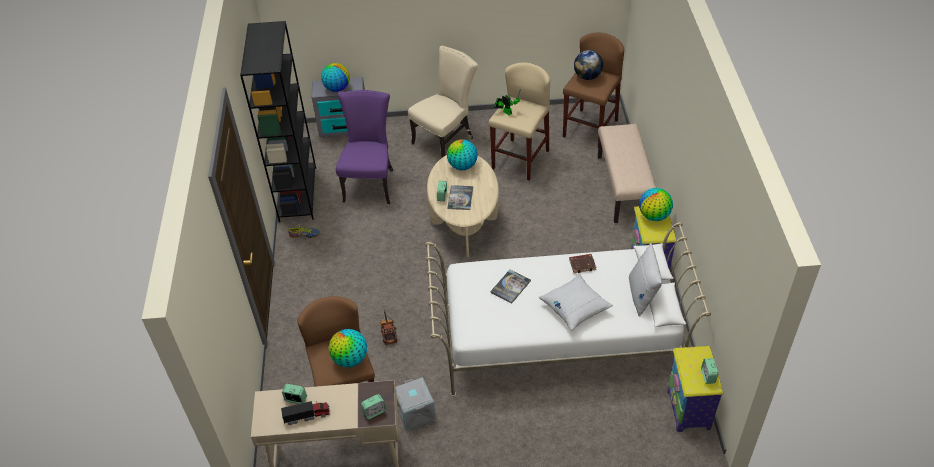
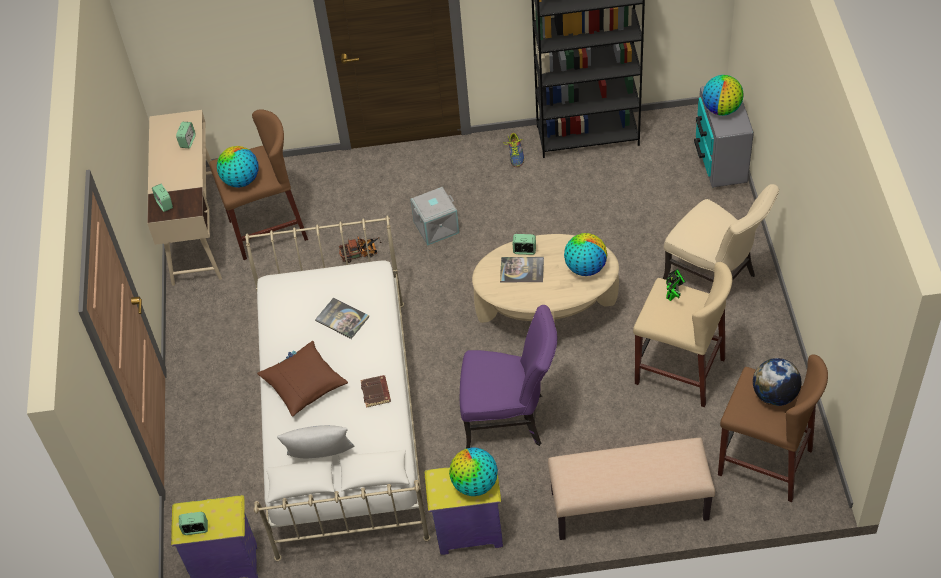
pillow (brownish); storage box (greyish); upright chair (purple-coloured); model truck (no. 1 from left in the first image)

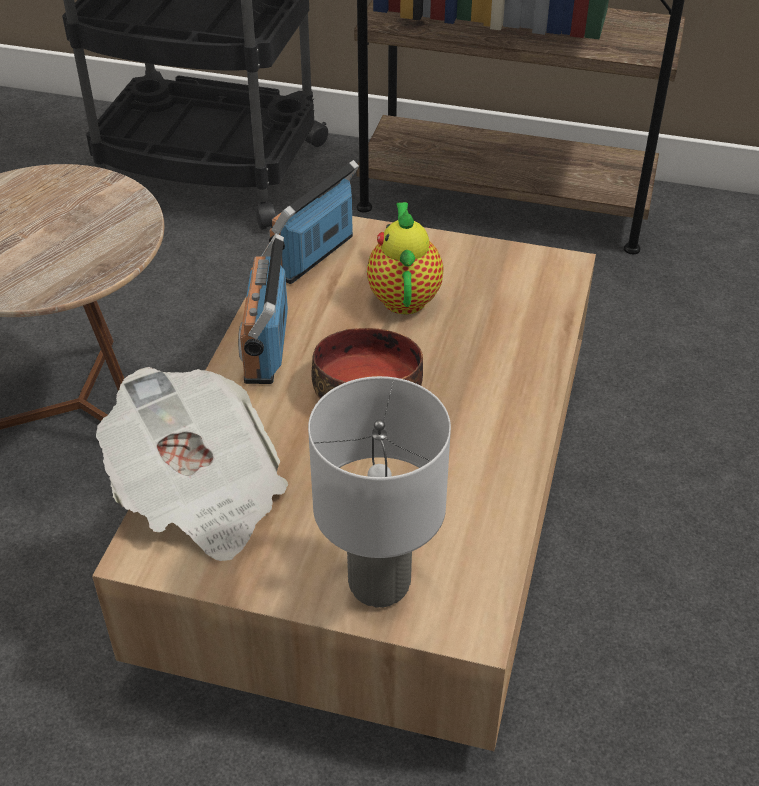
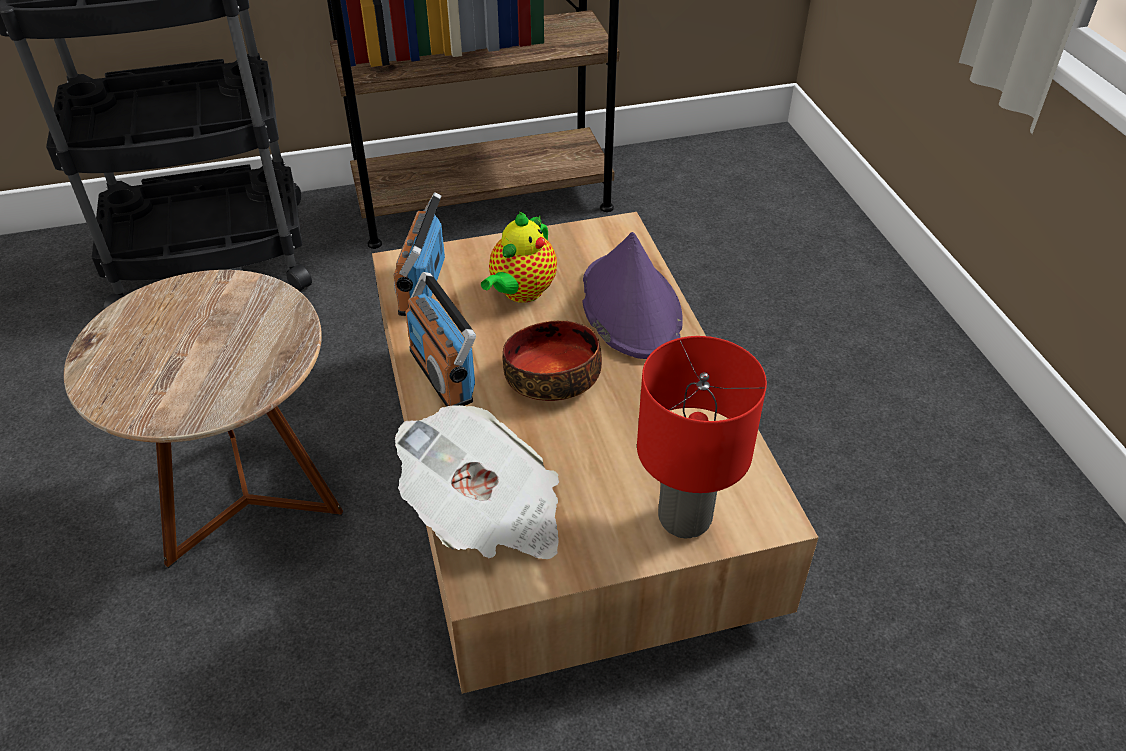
pot for tea; clothing hat (purple-coloured); lamp for a table (reddish)

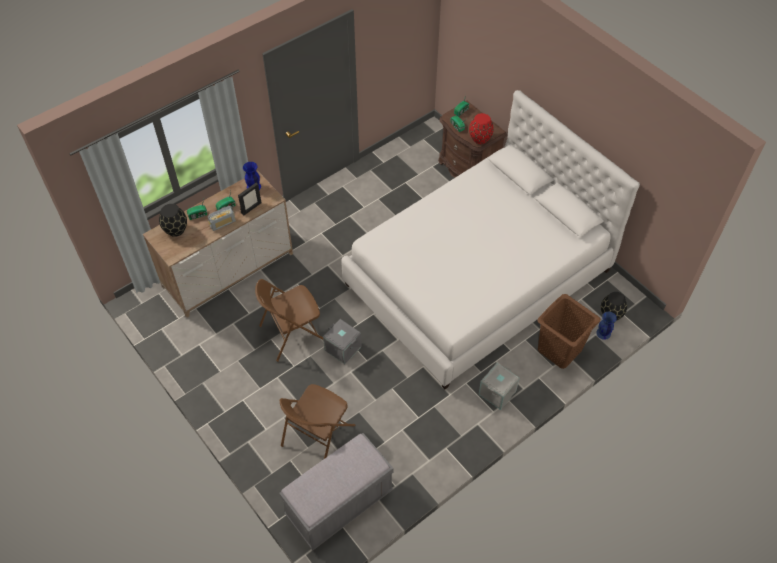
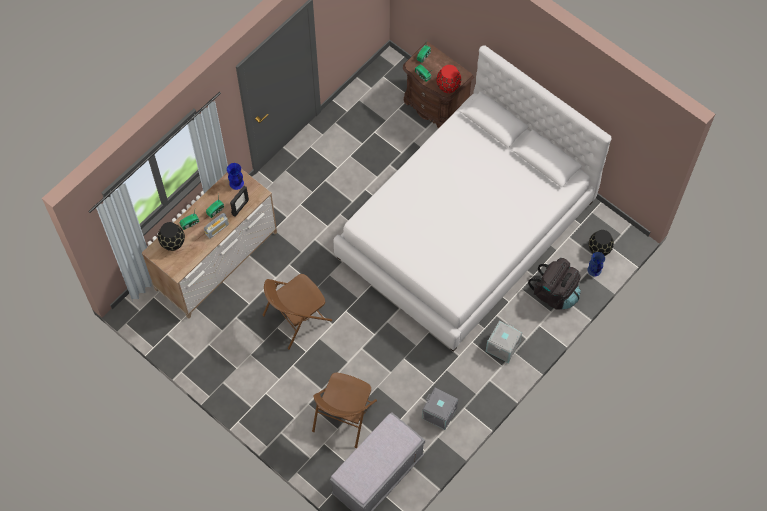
storage box (greyish) (no. 1 from left); backpack (black)

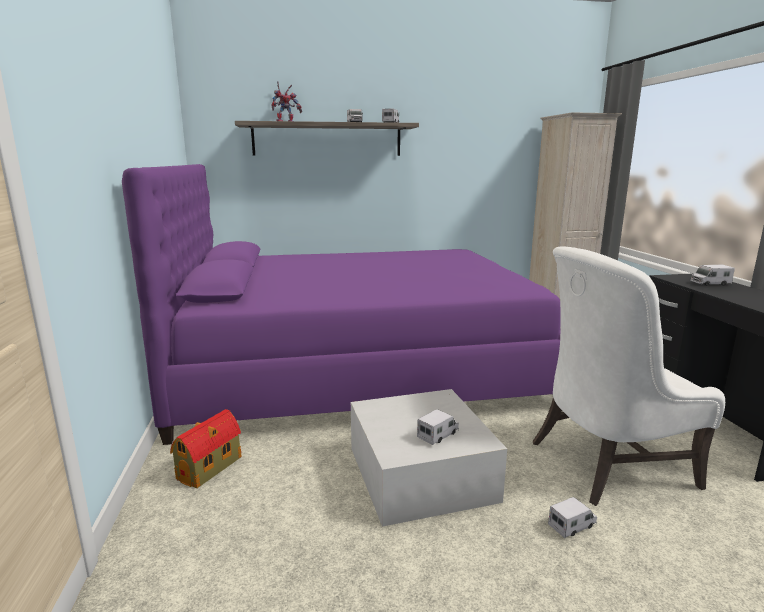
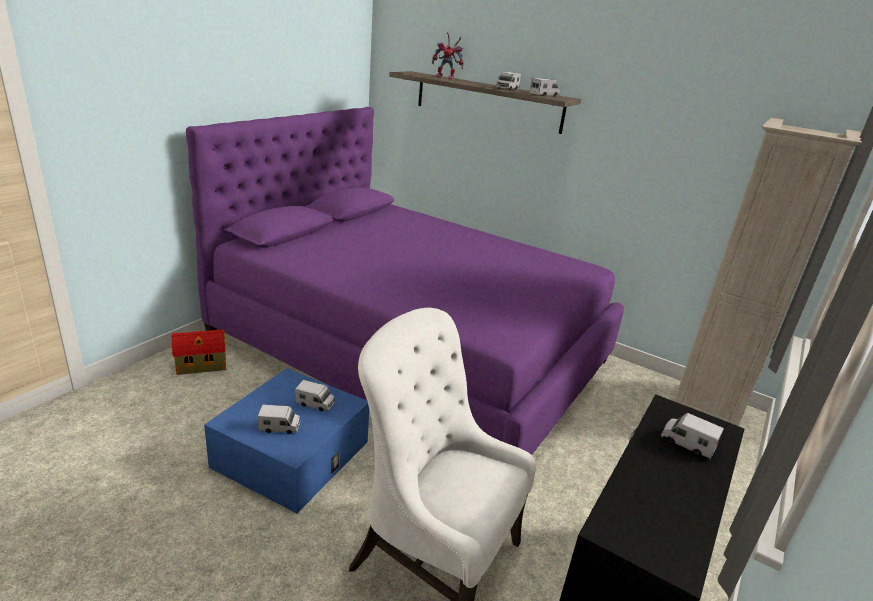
storage box (blue-coloured); model truck (no. 2 from left)

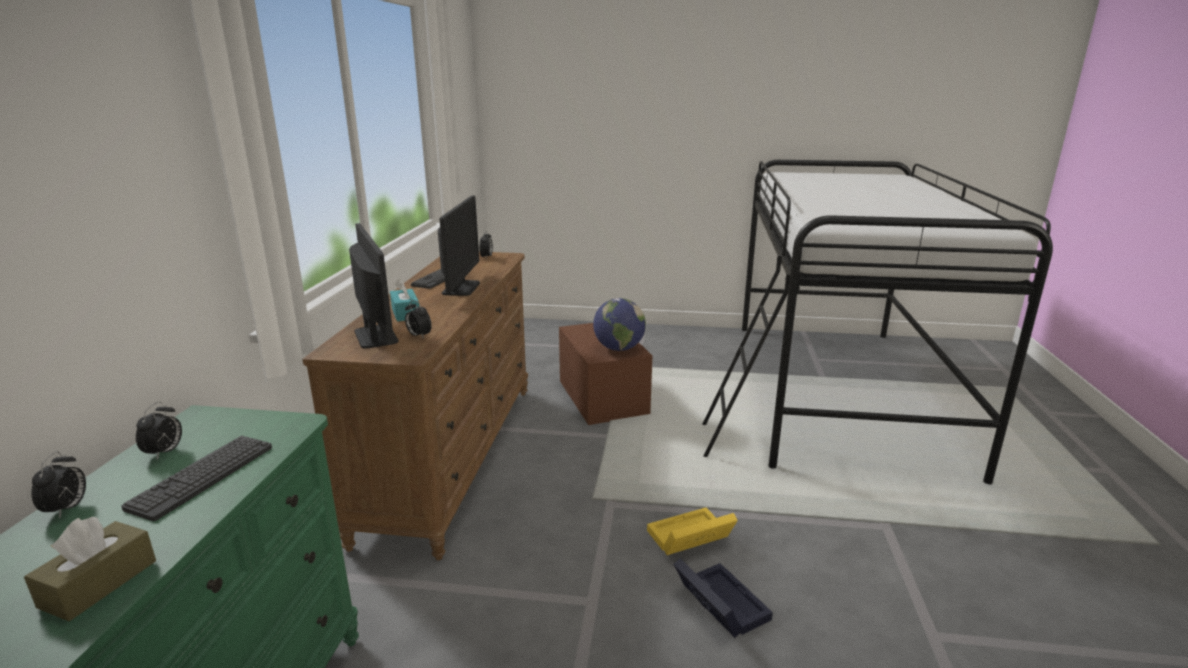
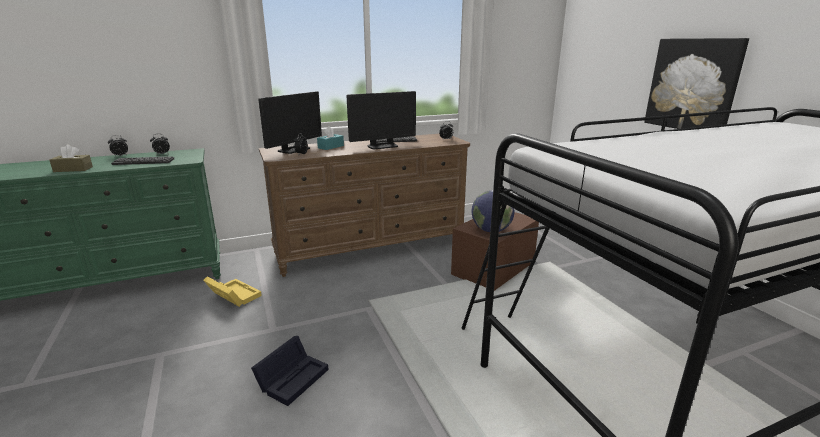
storage box (yellow); wall art

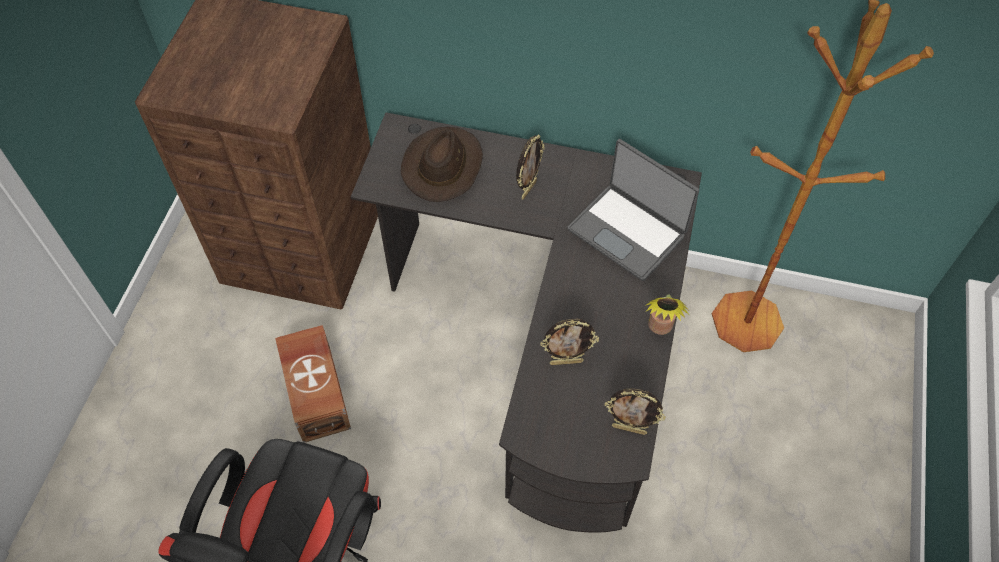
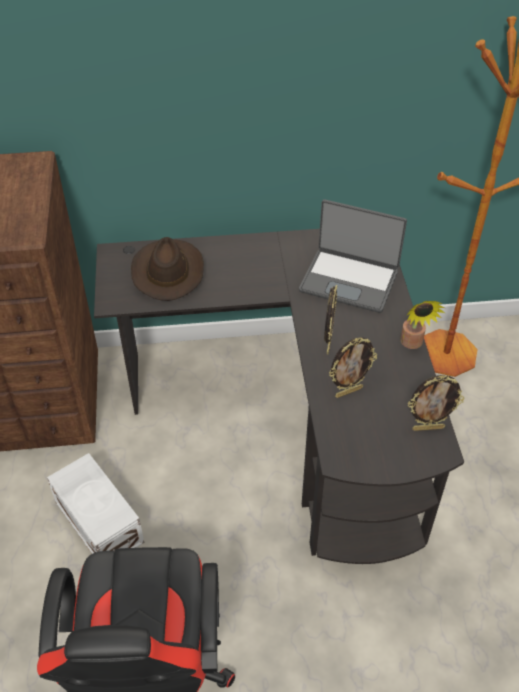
storage box (white); picture frame (no. 1 from left)

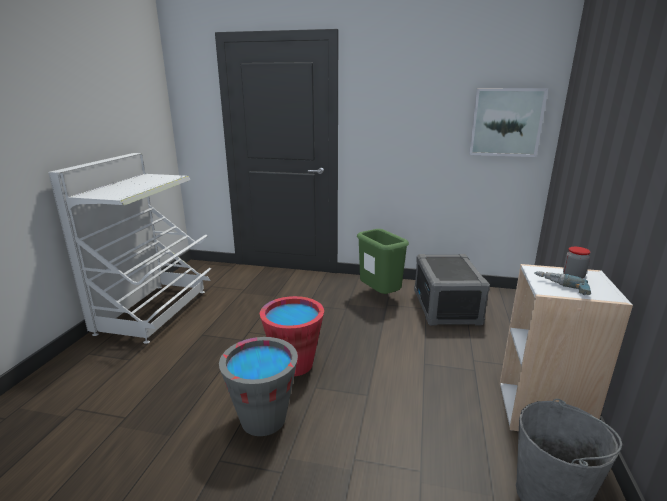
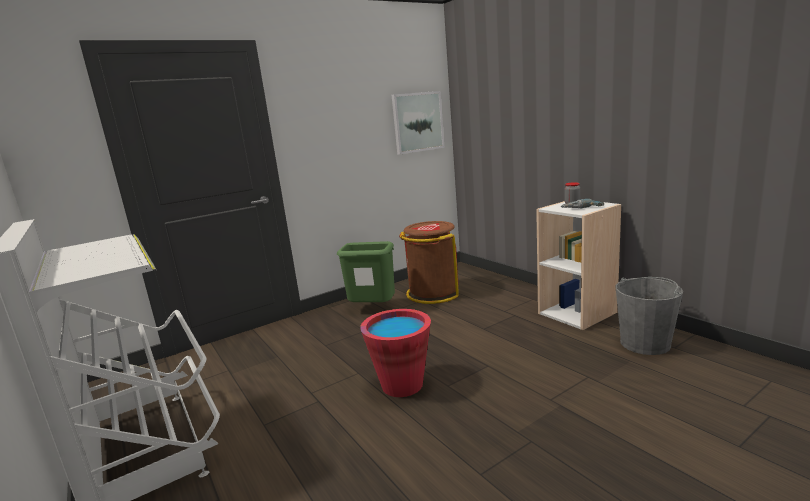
trash can (brownish); pail (greyish) (no. 1 from left in the first image)

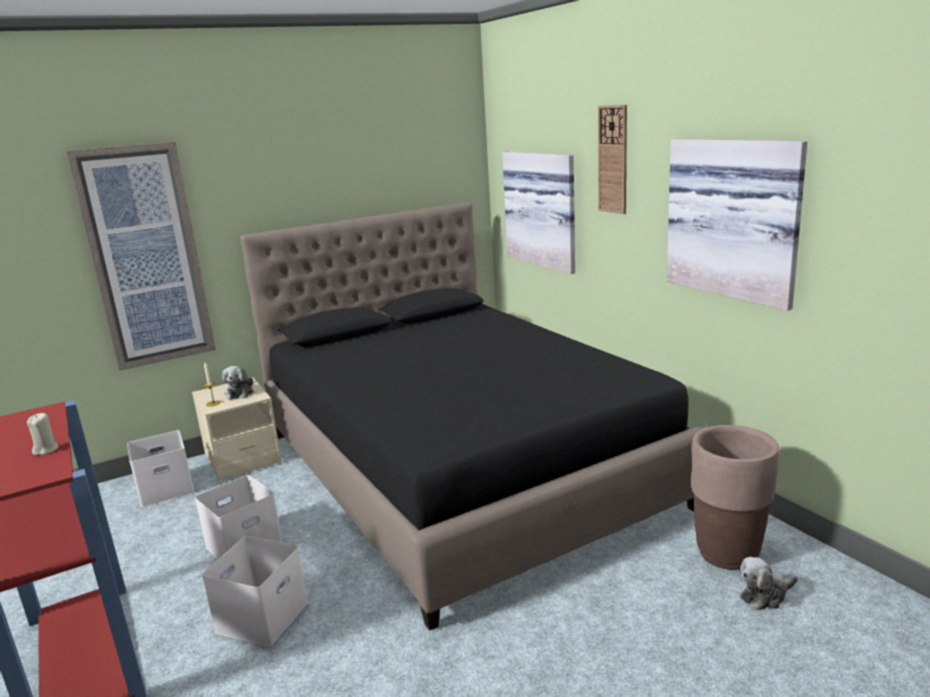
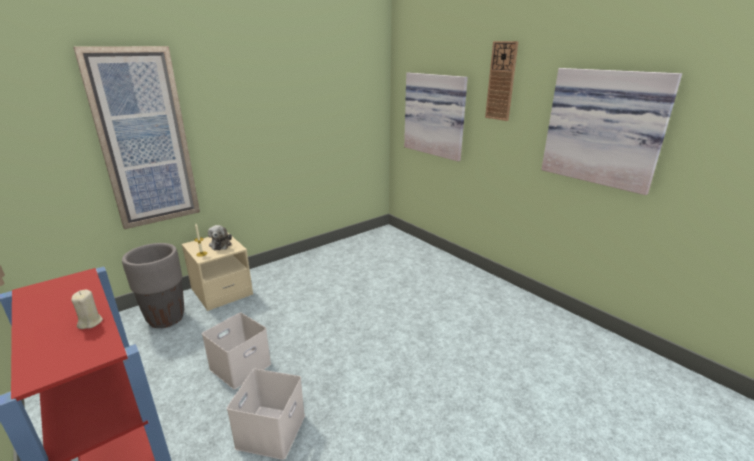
planter (greyish); bed (black); planter (brownish); cuddly toy (no. 2 from left in the first image)

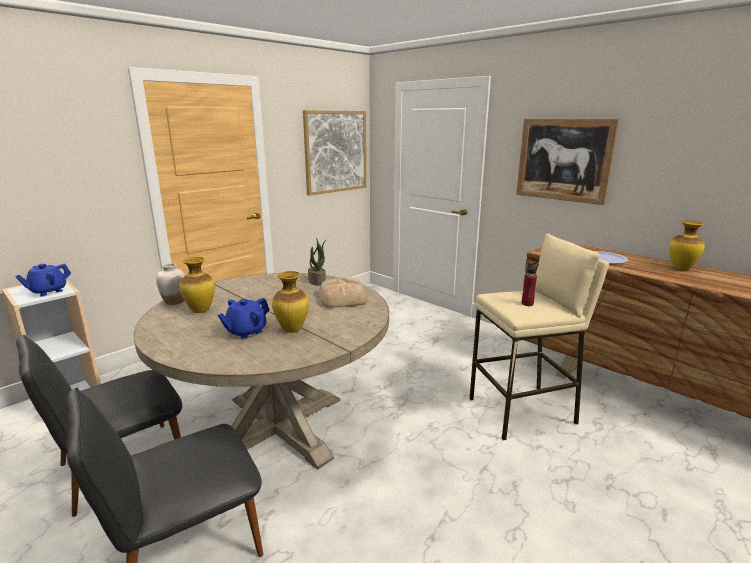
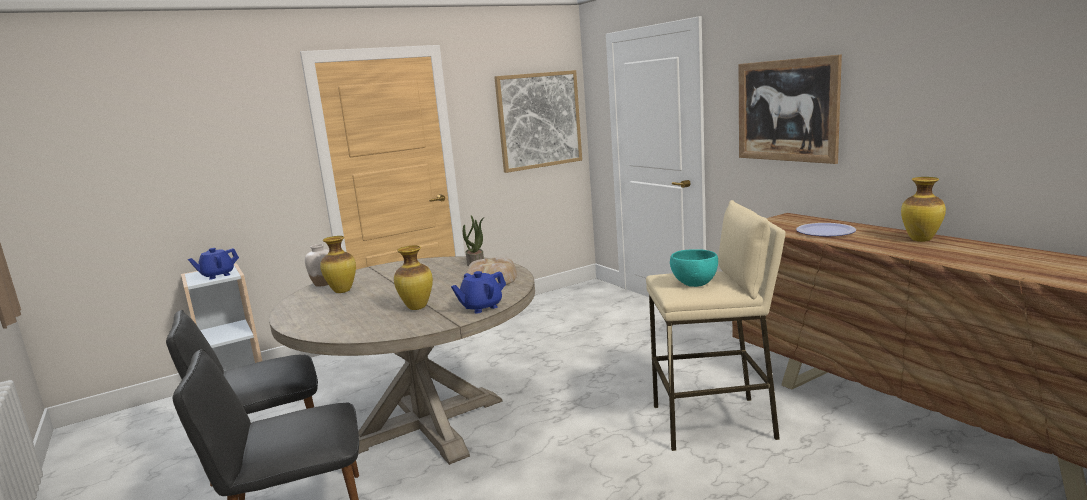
pot for tea (blue-coloured) (no. 2 from left); bowl (turquoise)

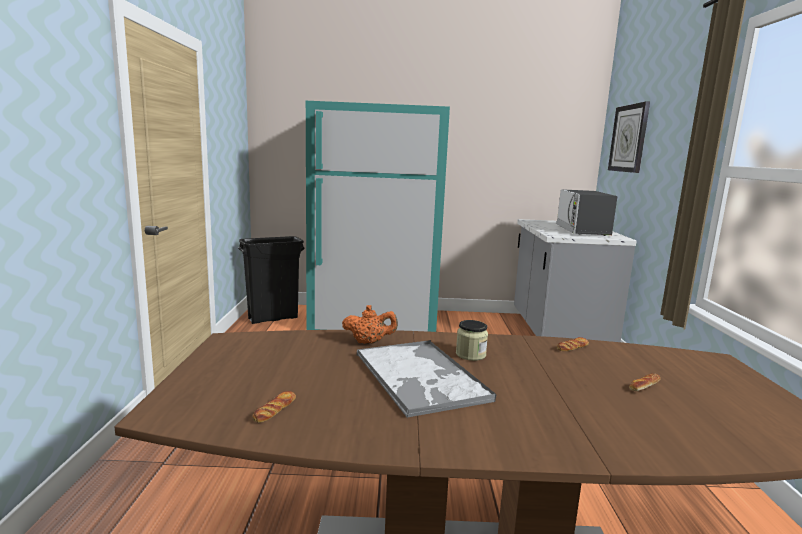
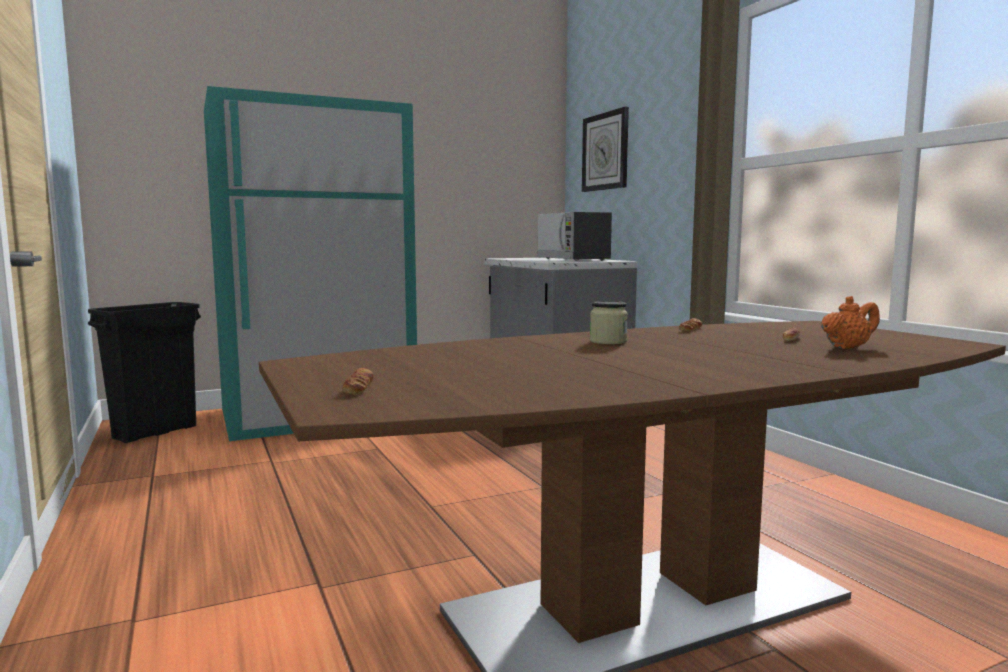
bread (no. 1 from left); pot for tea (orange); carrying tray

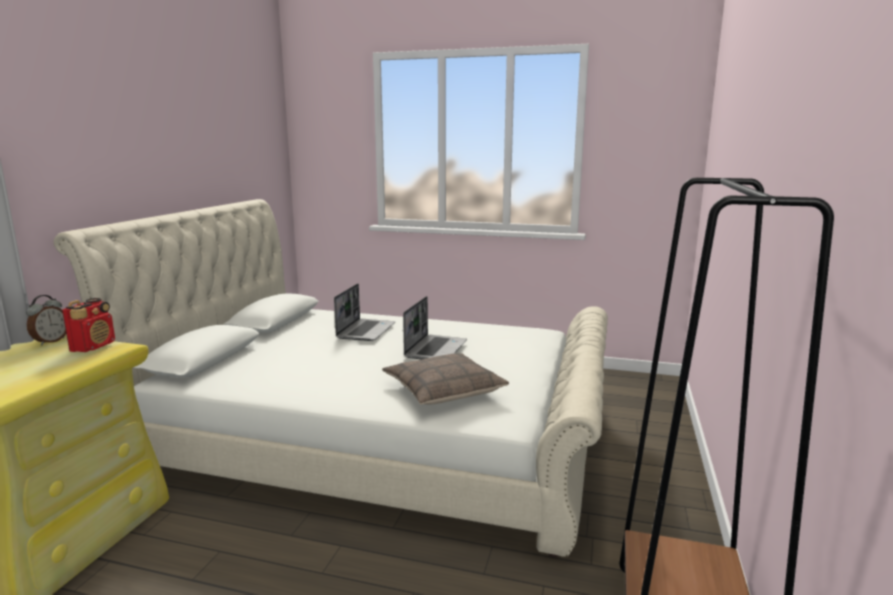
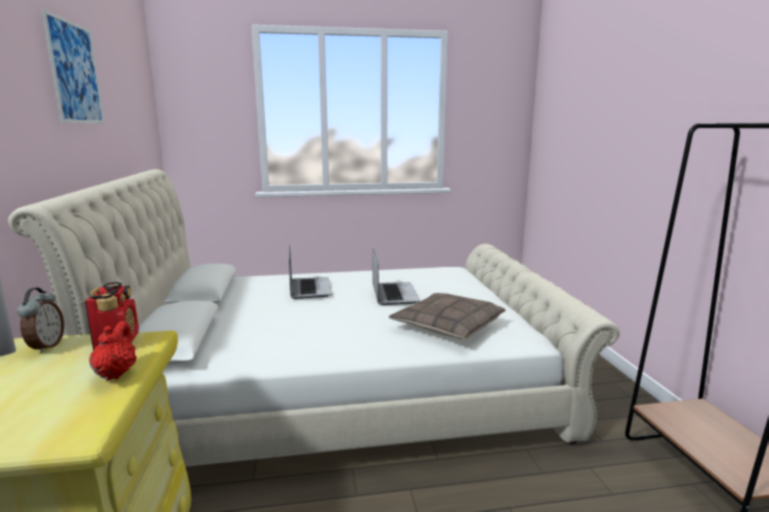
wall art; pot for tea (reddish)

